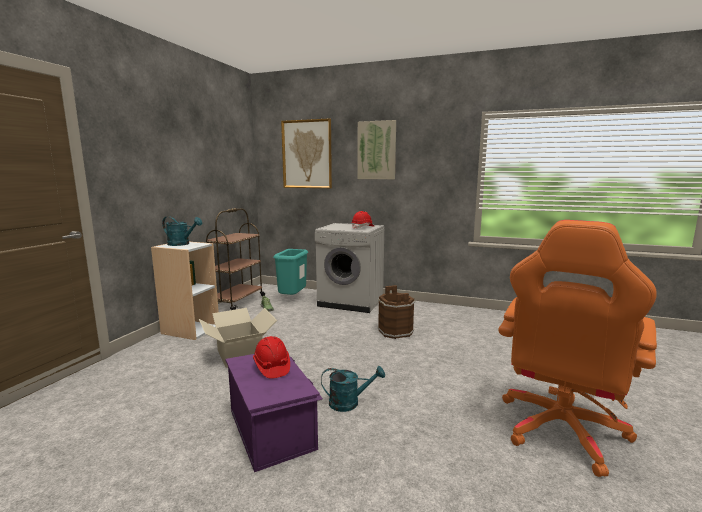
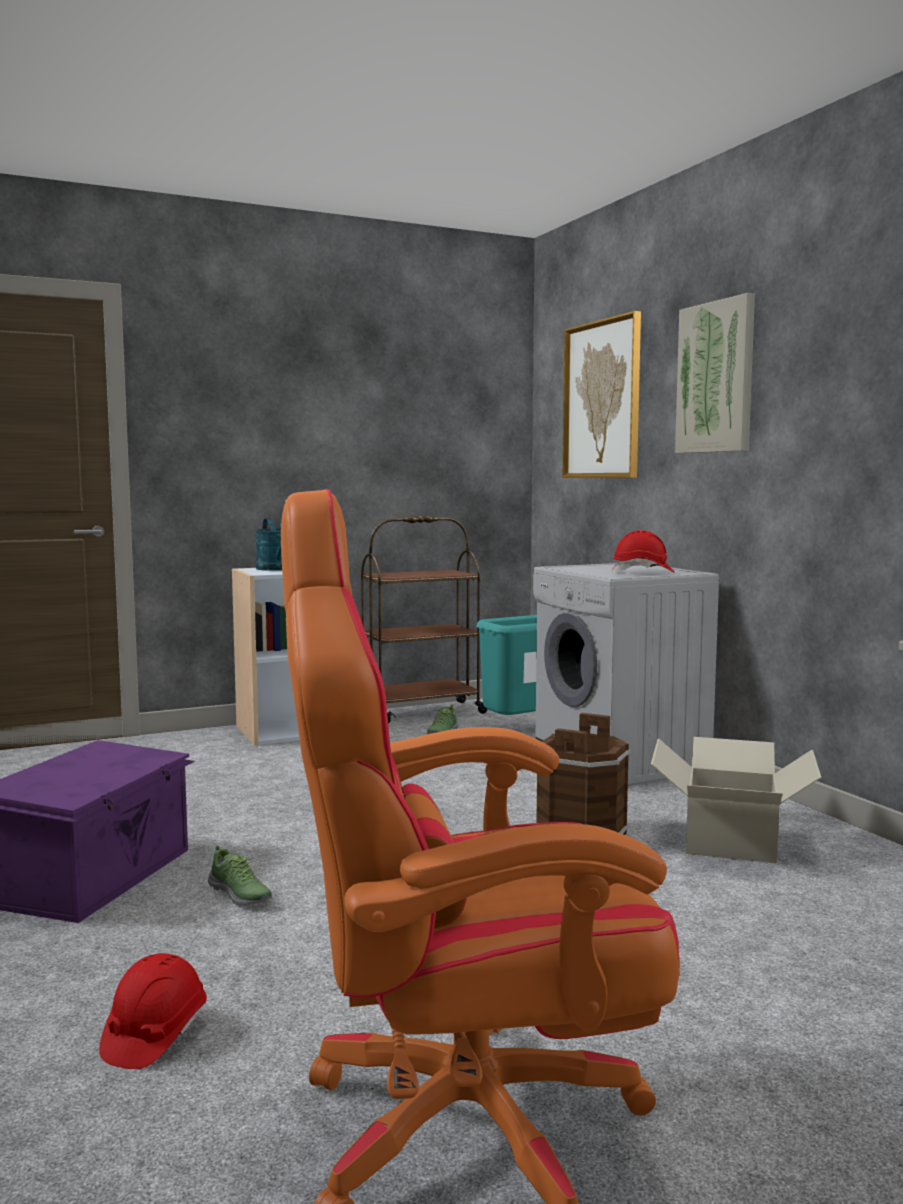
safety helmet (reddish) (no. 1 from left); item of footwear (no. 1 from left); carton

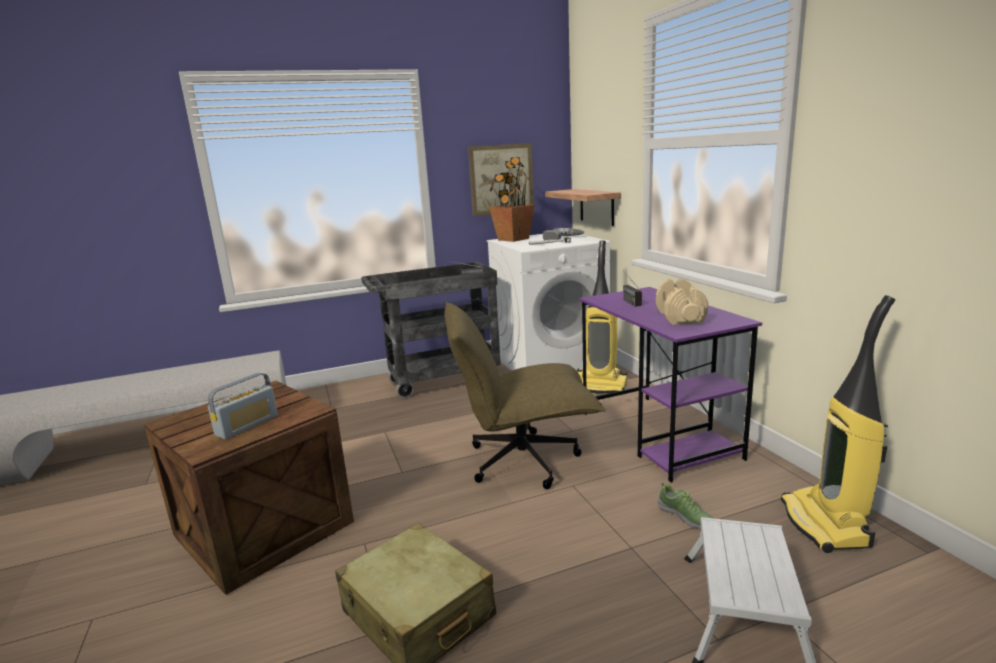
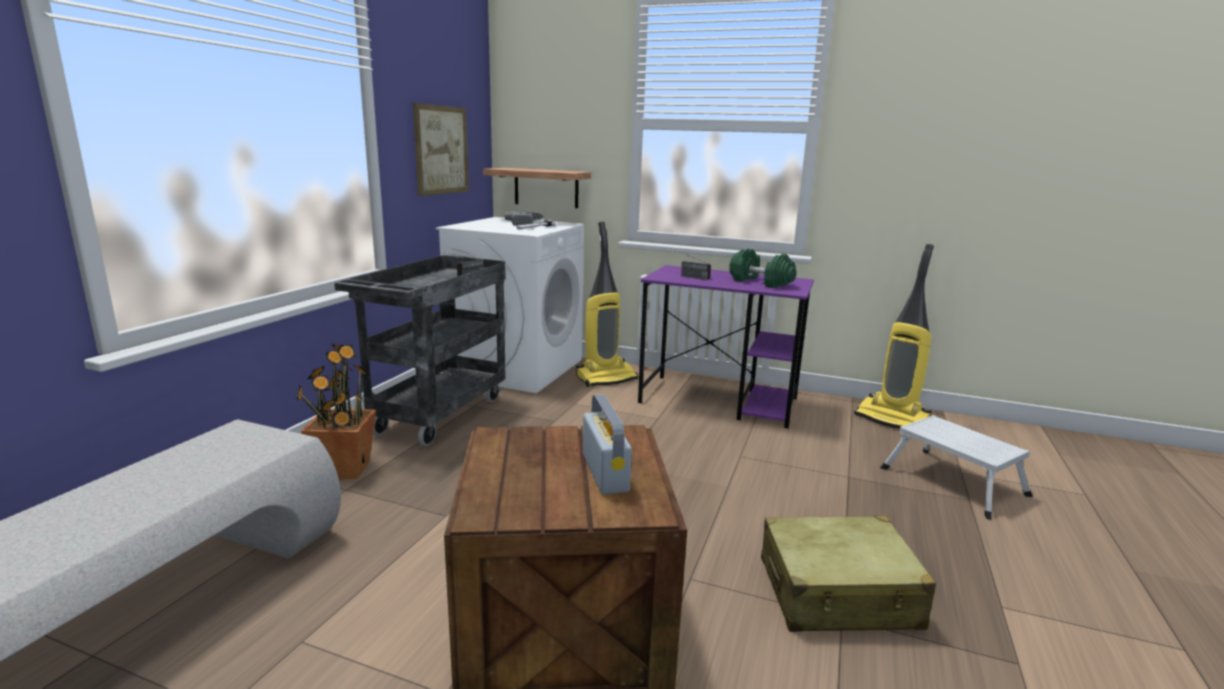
potted plant; free weight (green-coloured); desk chair (beige-coloured); item of footwear

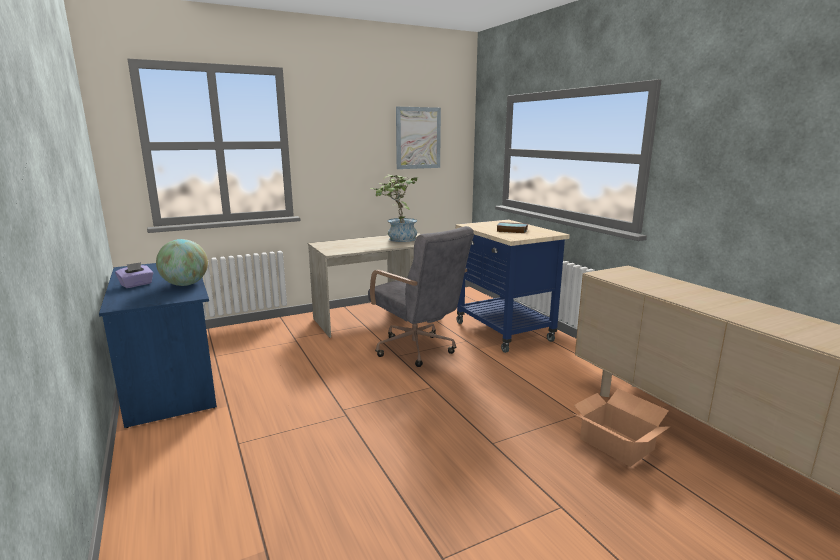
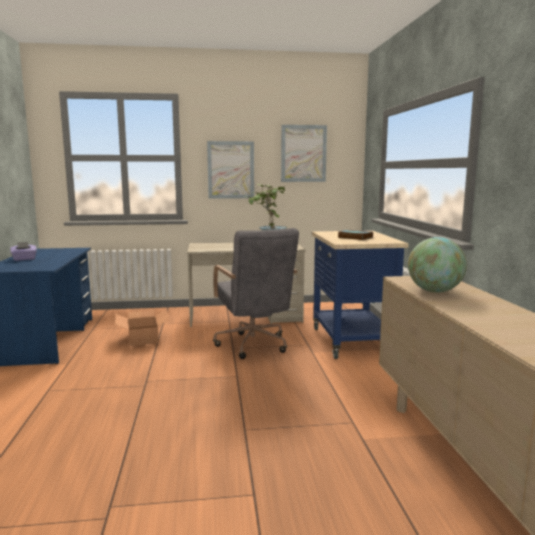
carton; wall art (no. 1 from left); globe

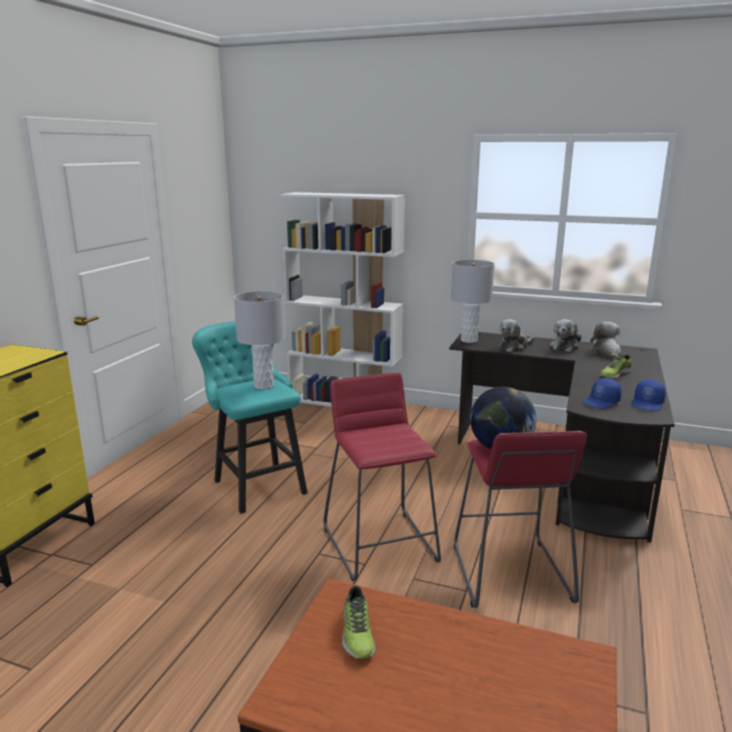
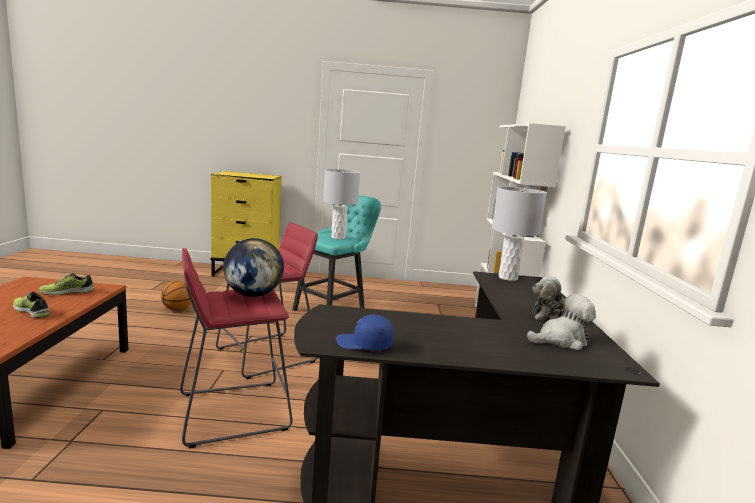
item of footwear (no. 1 from left); ball for basketball; cuddly toy (no. 1 from left in the first image); cap (blue-coloured) (no. 1 from left in the first image)

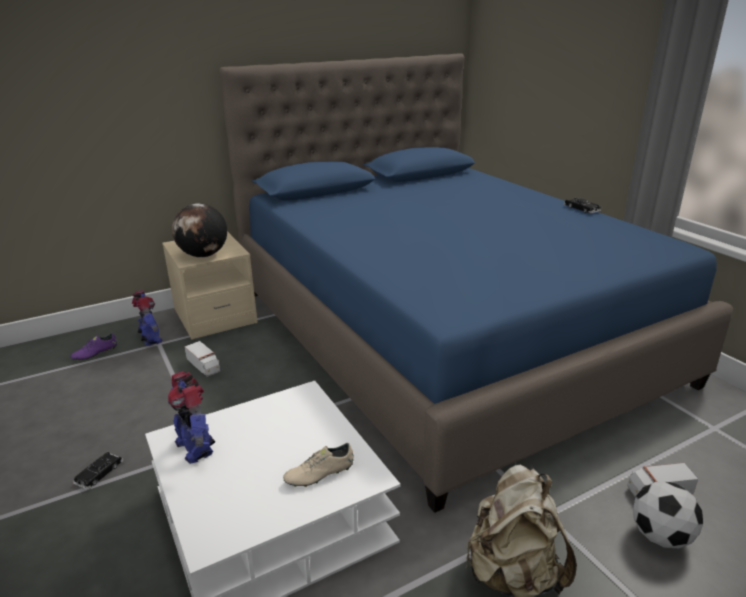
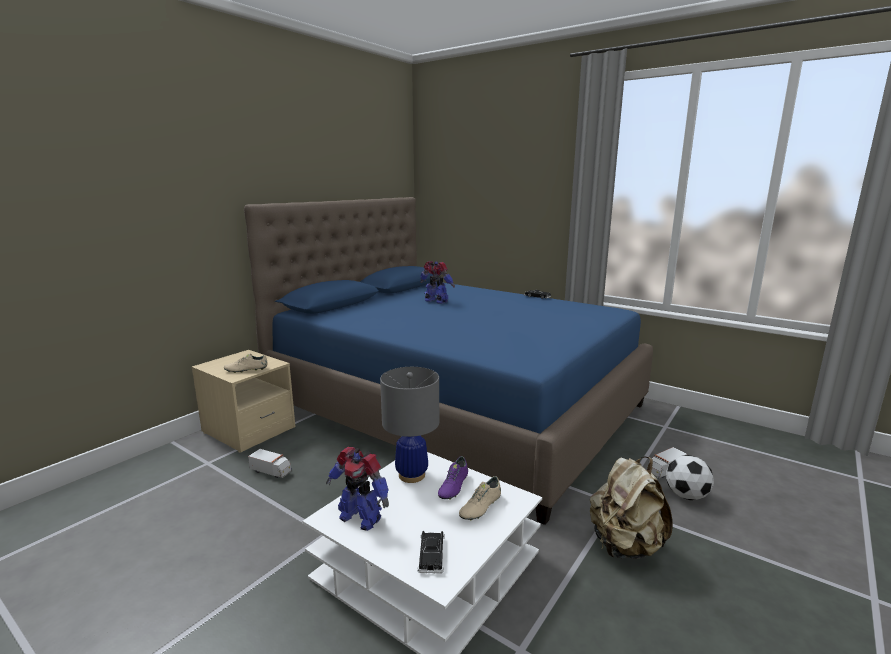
item of footwear (beige-coloured) (no. 1 from left); lamp for a table (greyish); miniature car (black) (no. 1 from left); model robot (no. 2 from left); item of footwear (purple-coloured)

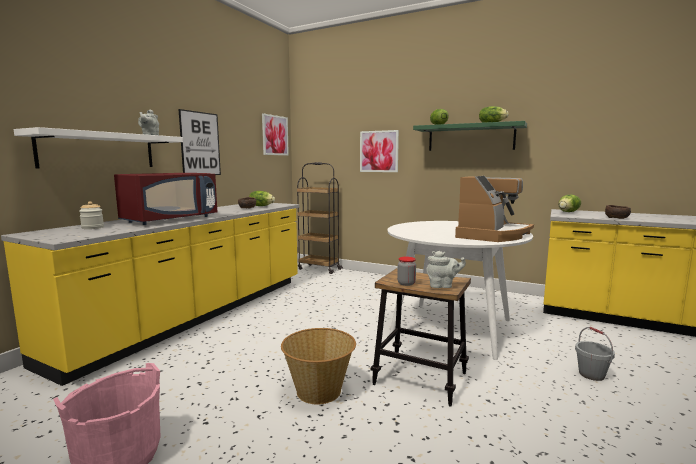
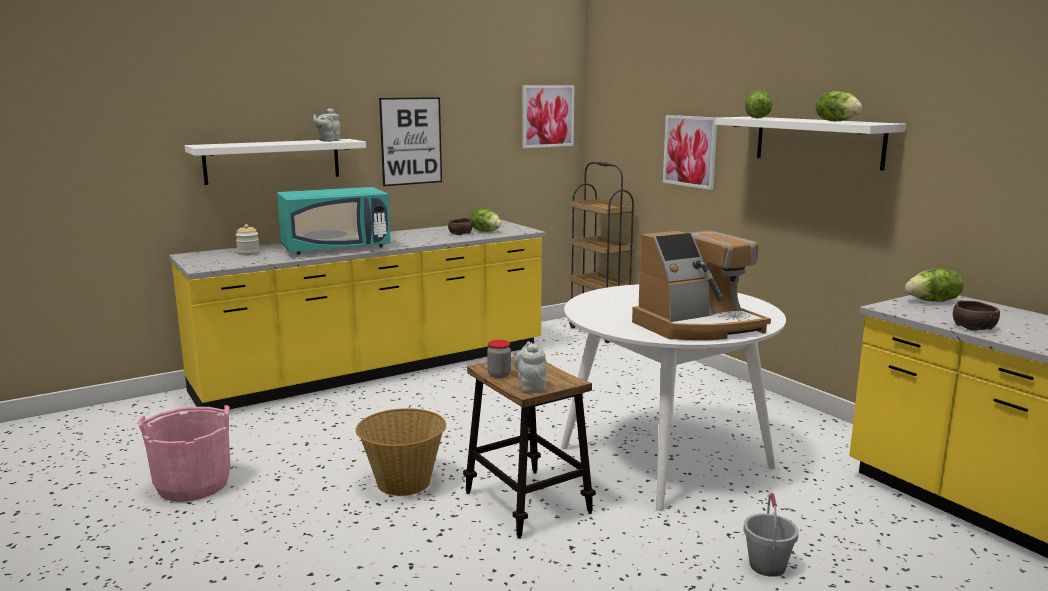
kitchen microwave (turquoise); pot for tea (greyish) (no. 2 from left); wall shelf (white) (no. 2 from left)

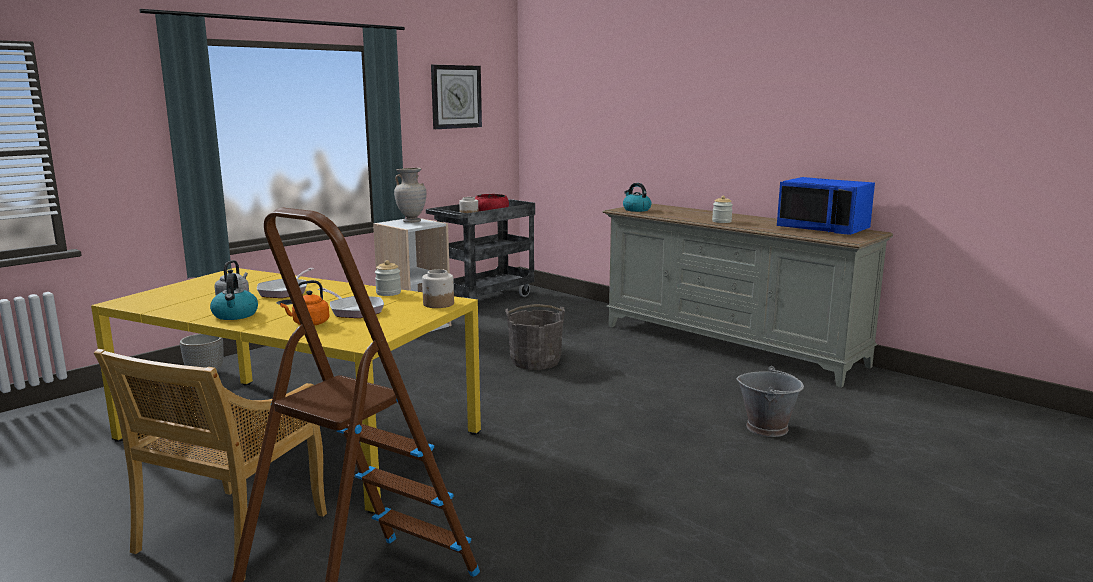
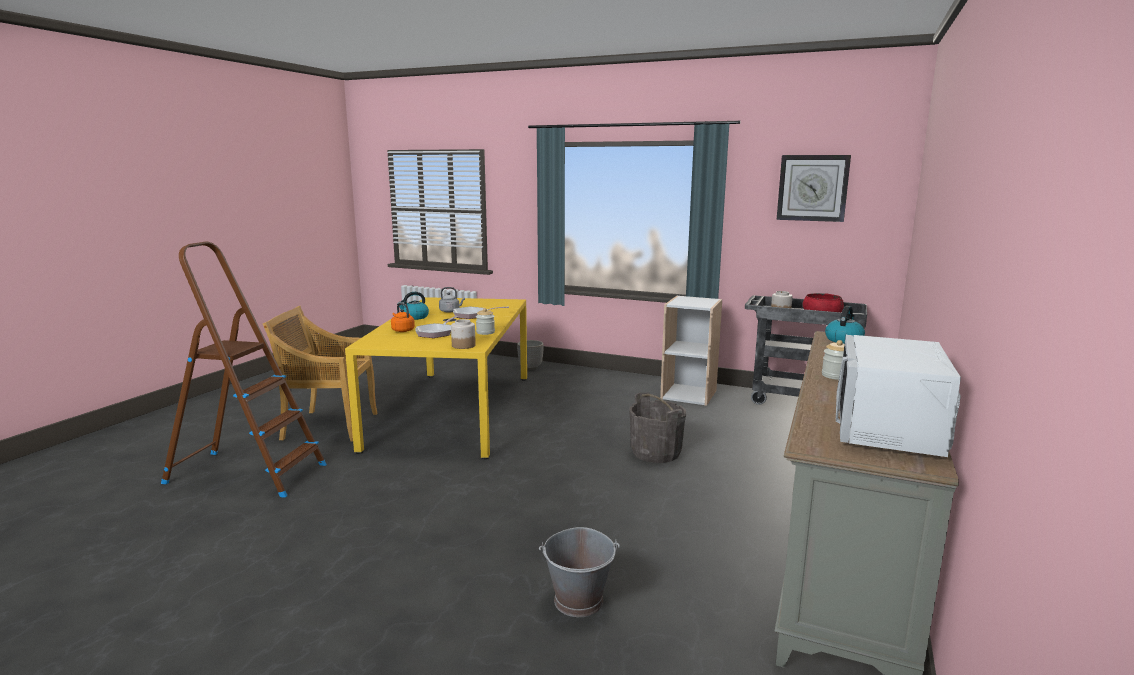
kitchen microwave (white); vase (beige-coloured)

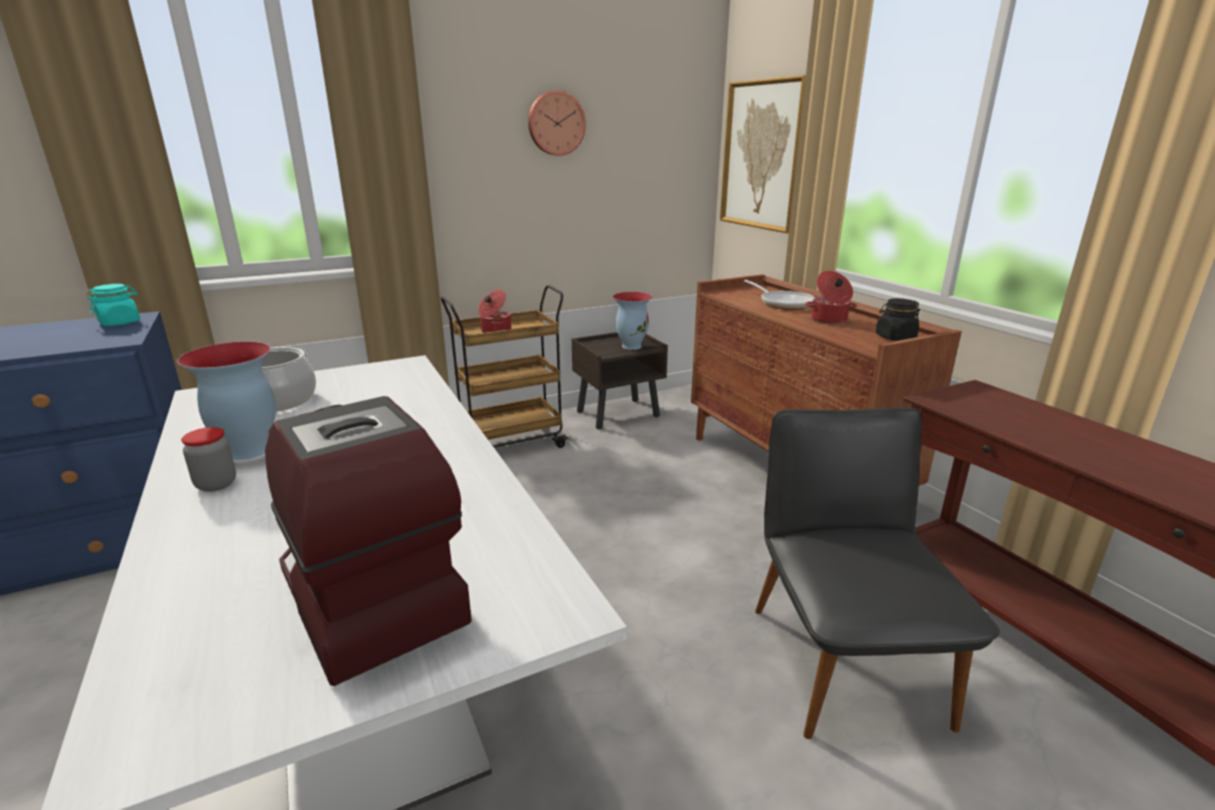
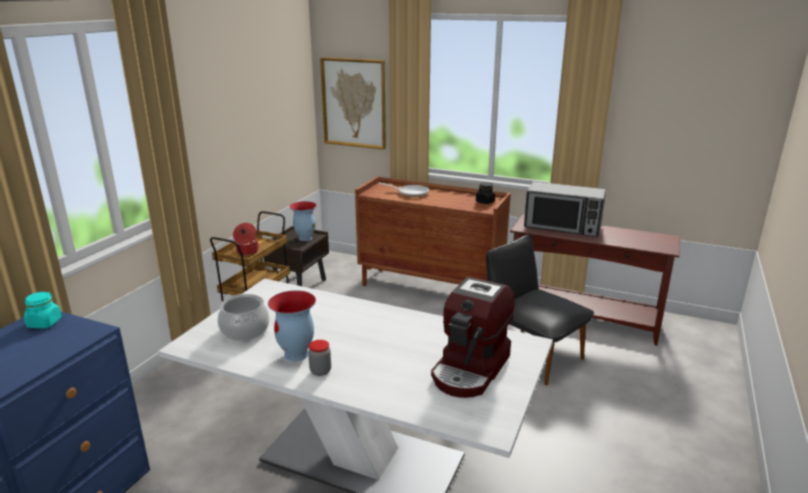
coffee brewer; kitchen microwave; hanging clock; cooking pot (no. 3 from left in the first image)

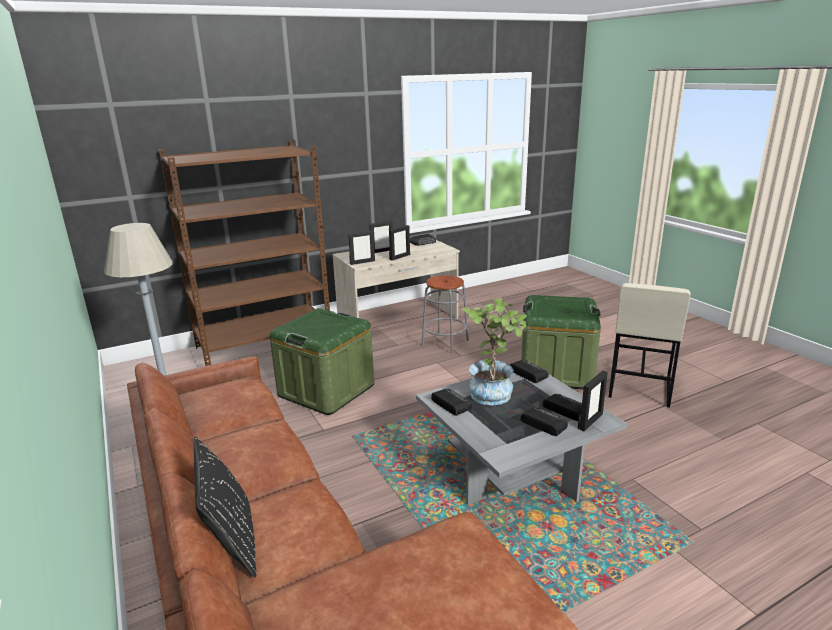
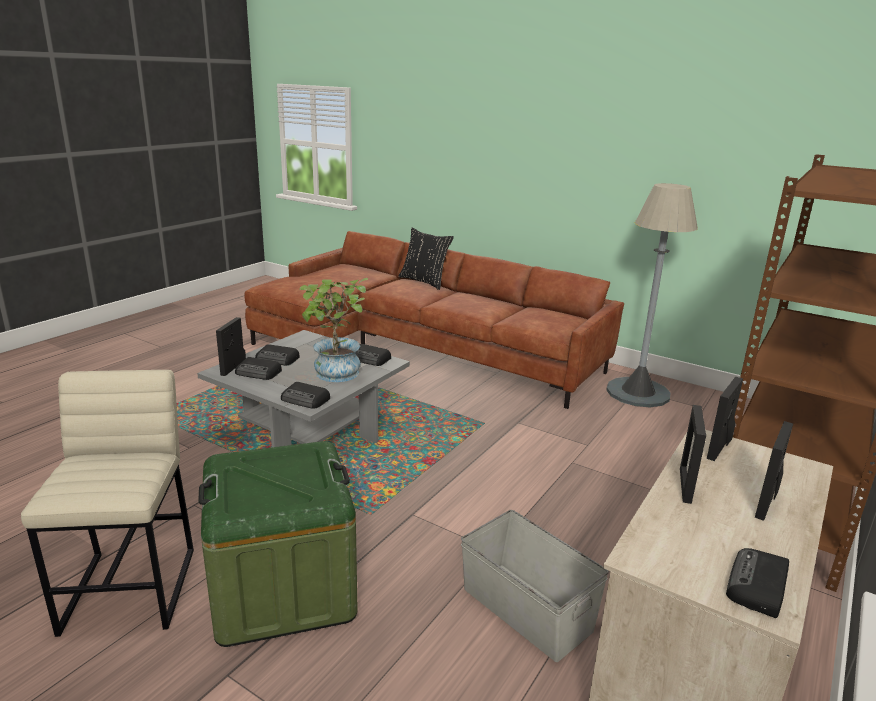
storage box (greyish); storage box (green-coloured) (no. 1 from left in the first image)

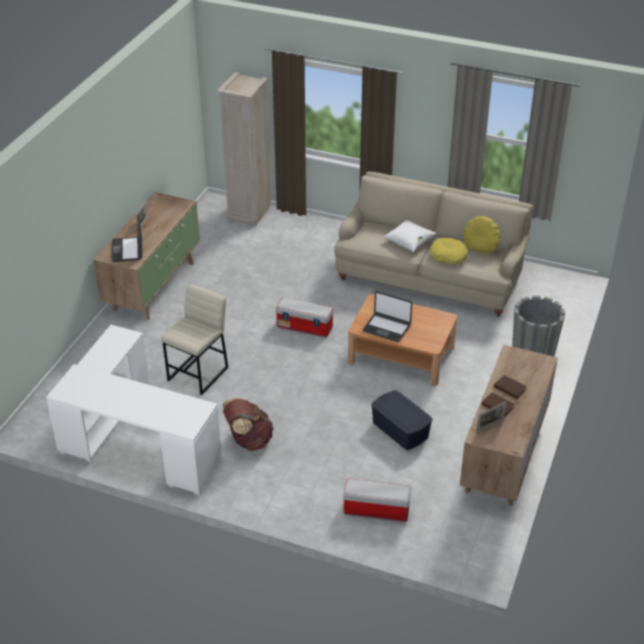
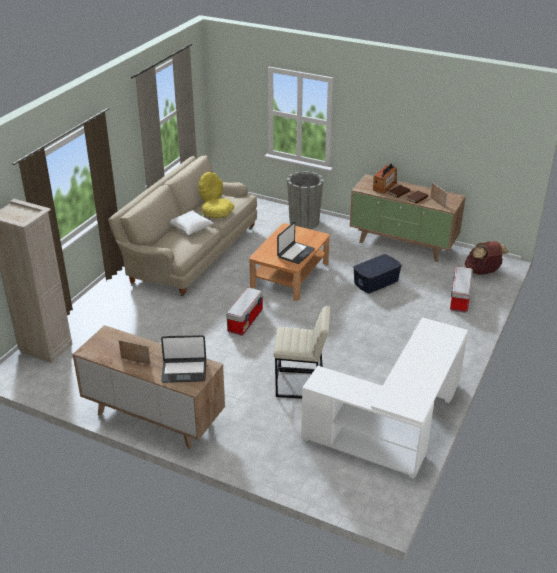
upright chair (beige-coloured); radio set; backpack (brownish)

